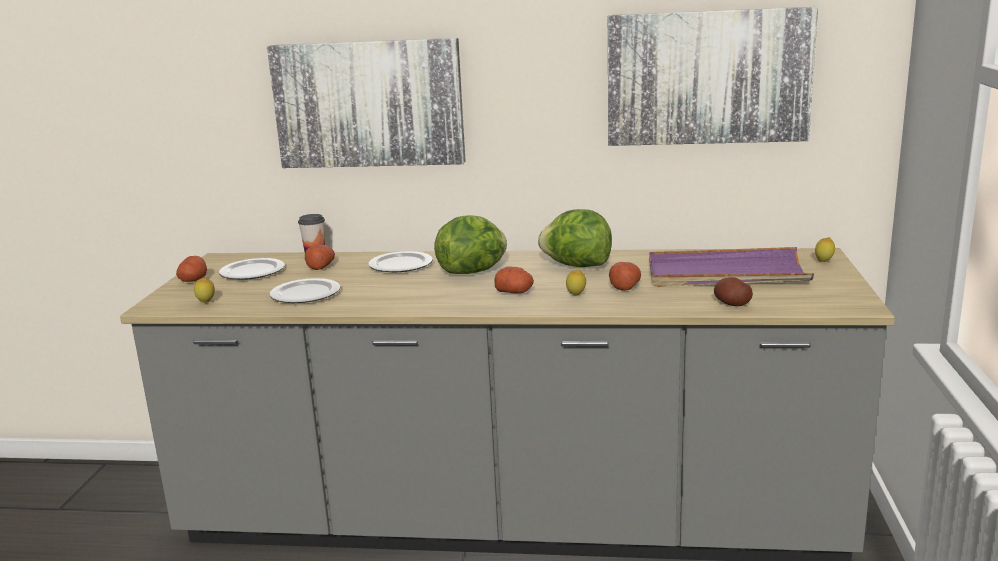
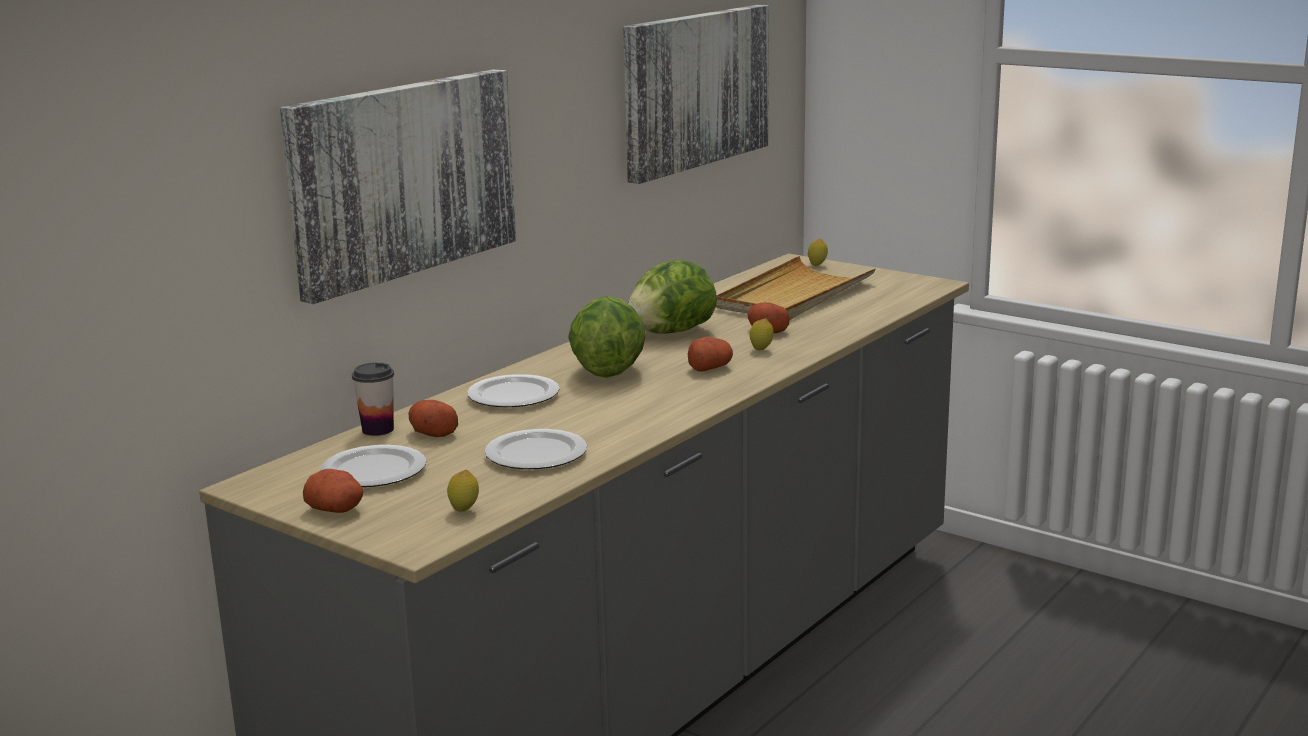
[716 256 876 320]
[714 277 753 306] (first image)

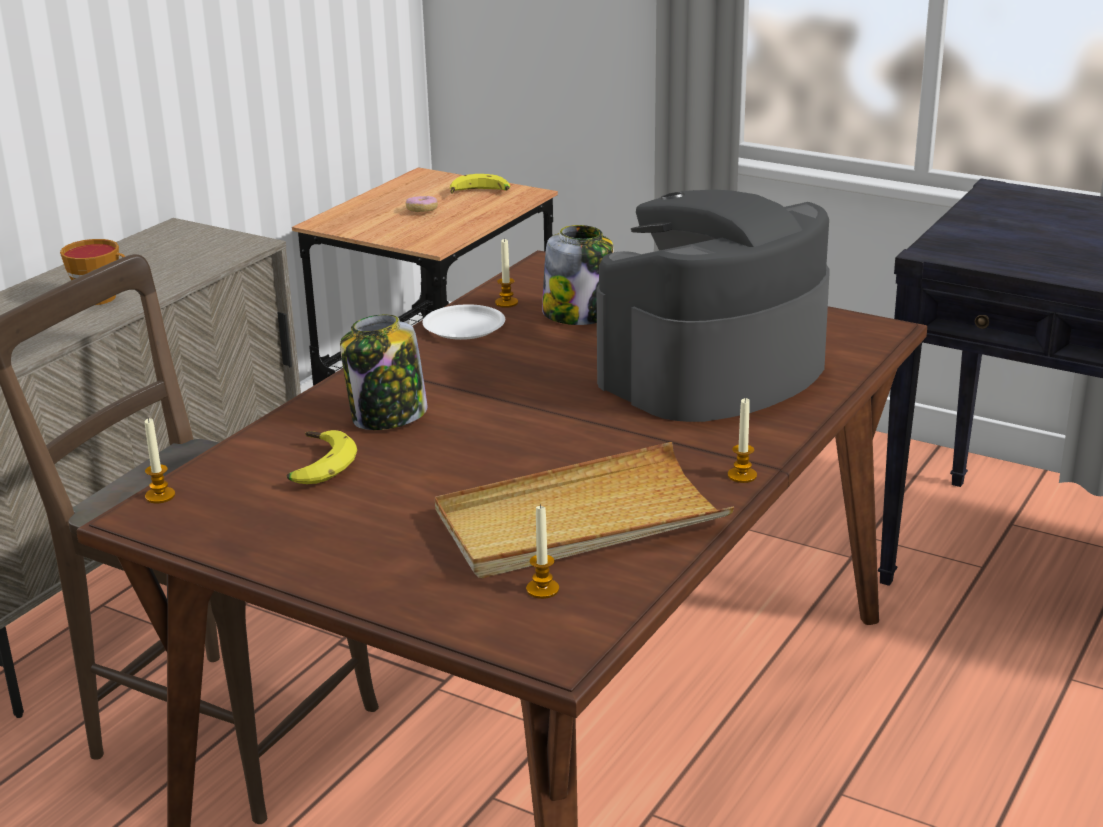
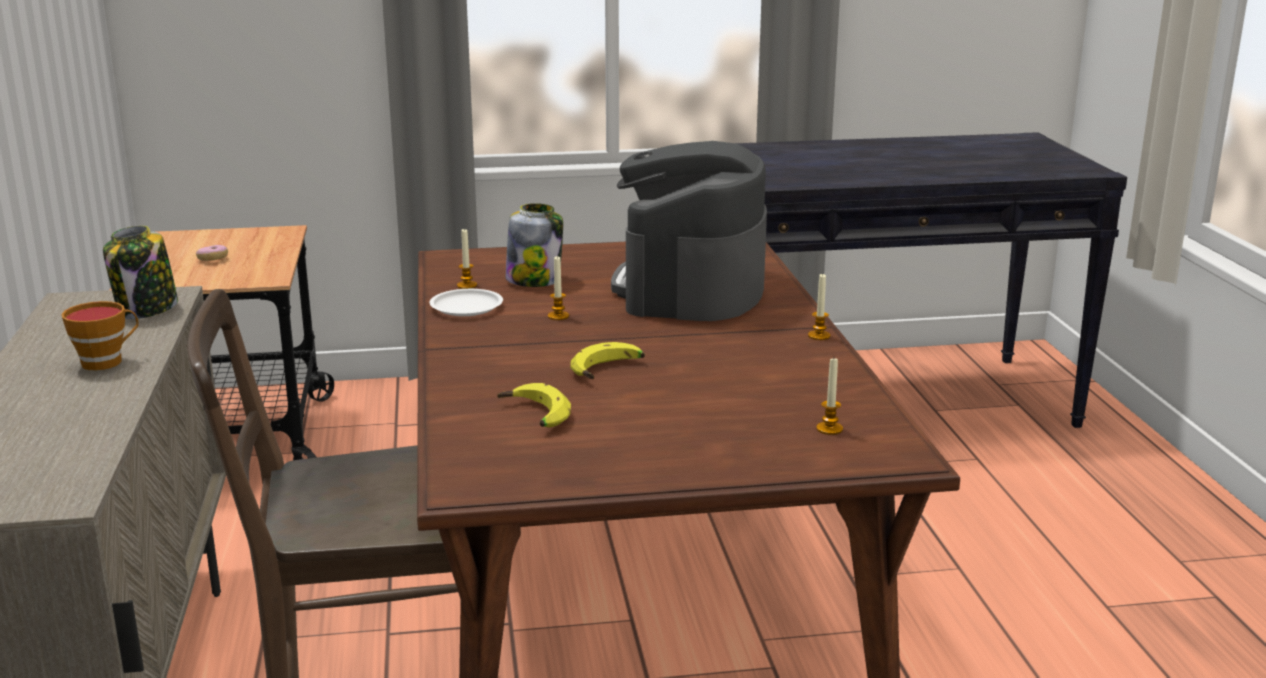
[570 342 645 379]
[103 225 178 319]
[548 256 569 320]
[435 442 734 578] (first image)

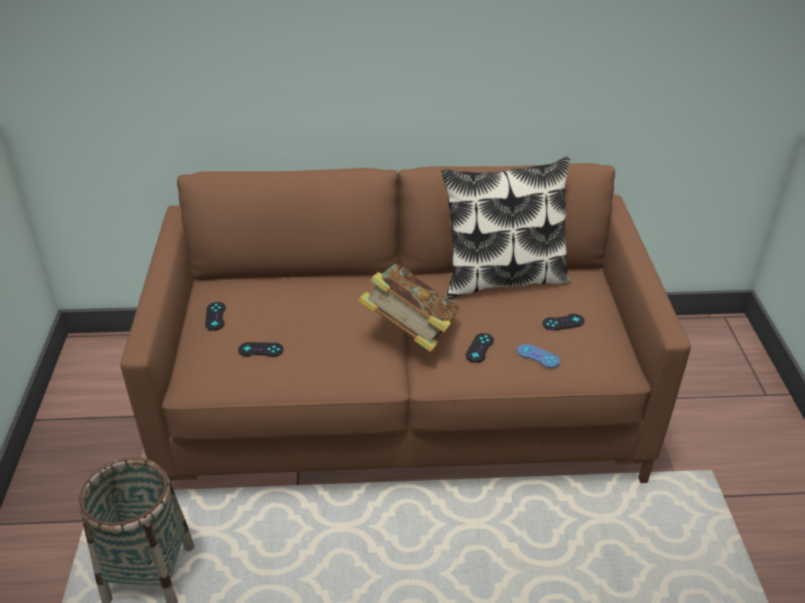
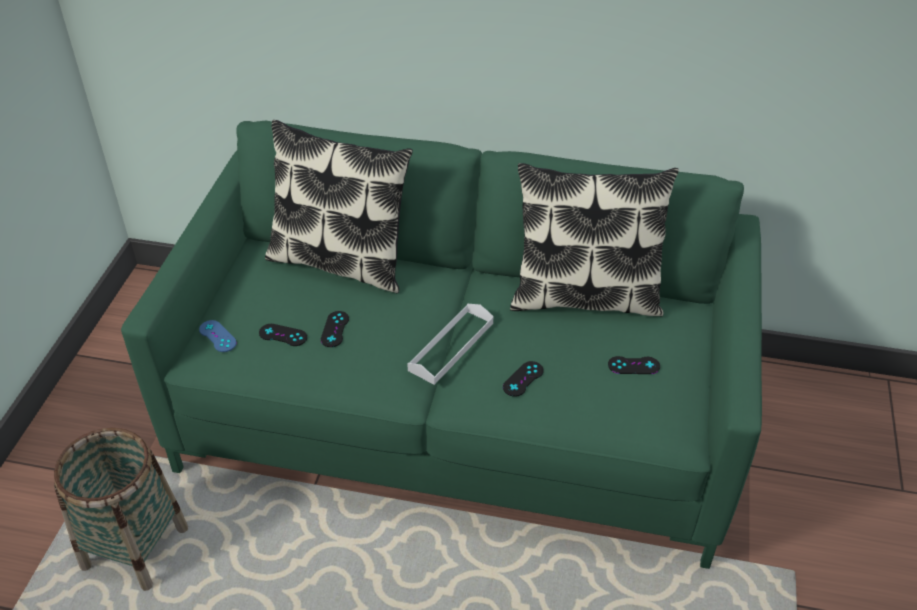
[121 121 762 569]
[407 304 493 385]
[321 311 349 347]
[199 320 237 352]
[265 120 413 293]

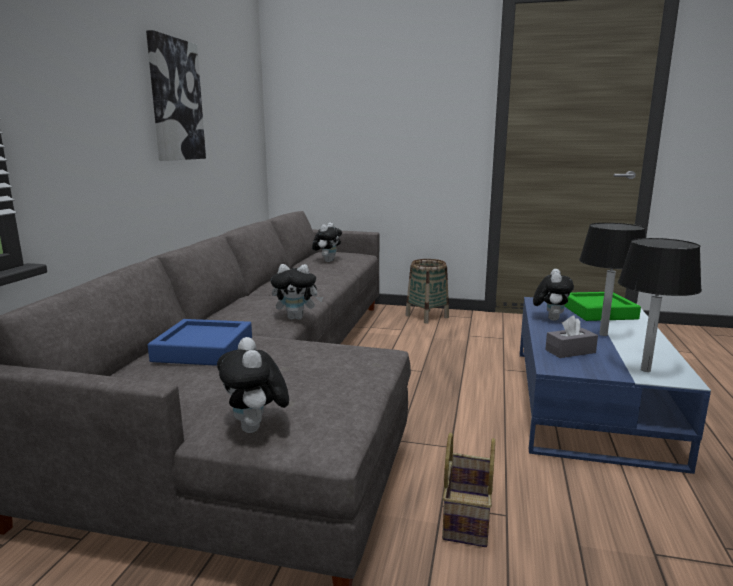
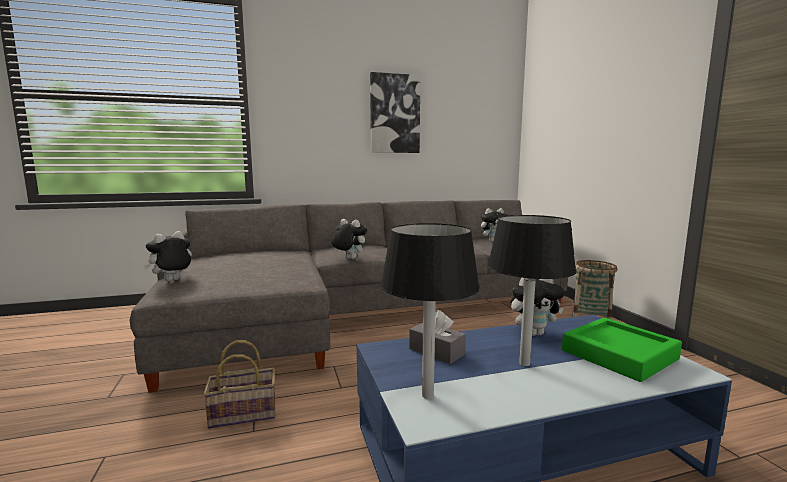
[331 219 367 259]
[148 319 252 366] (first image)

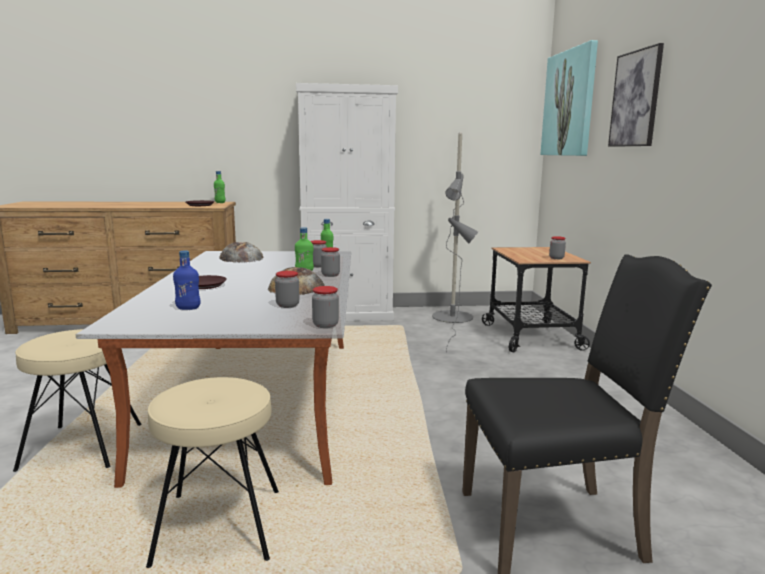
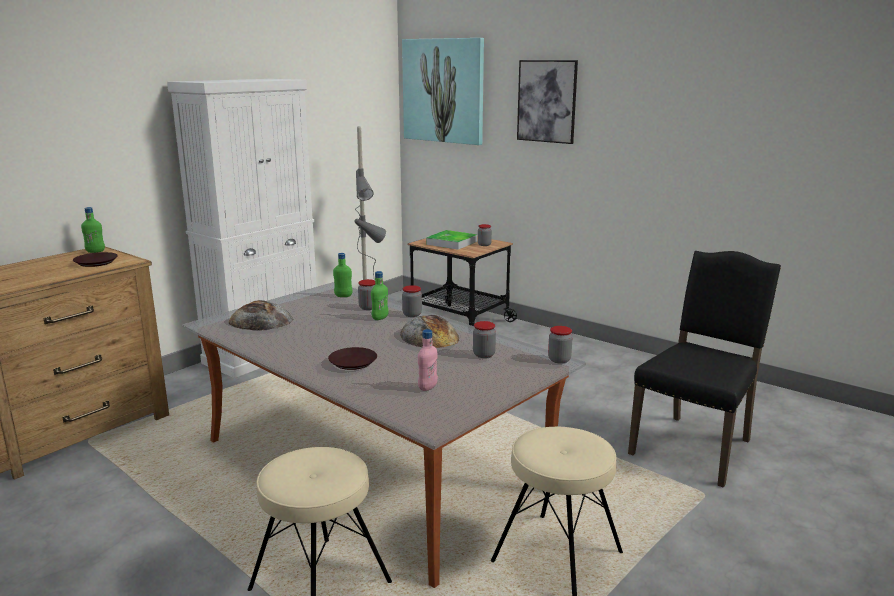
[418 329 438 391]
[426 230 477 250]

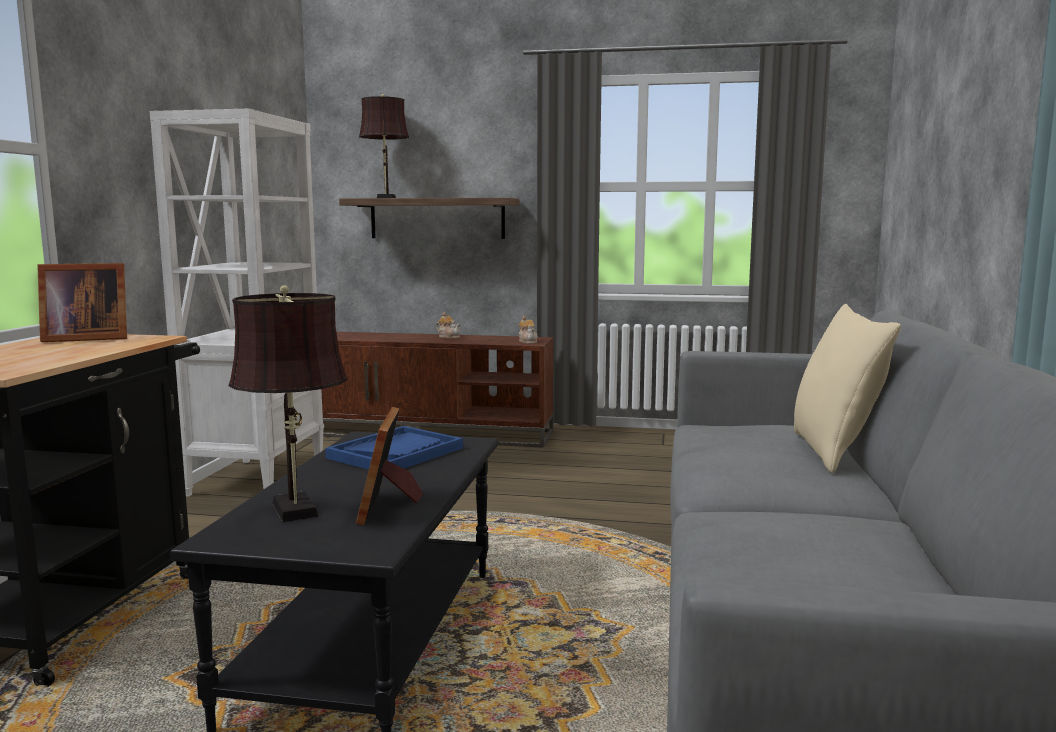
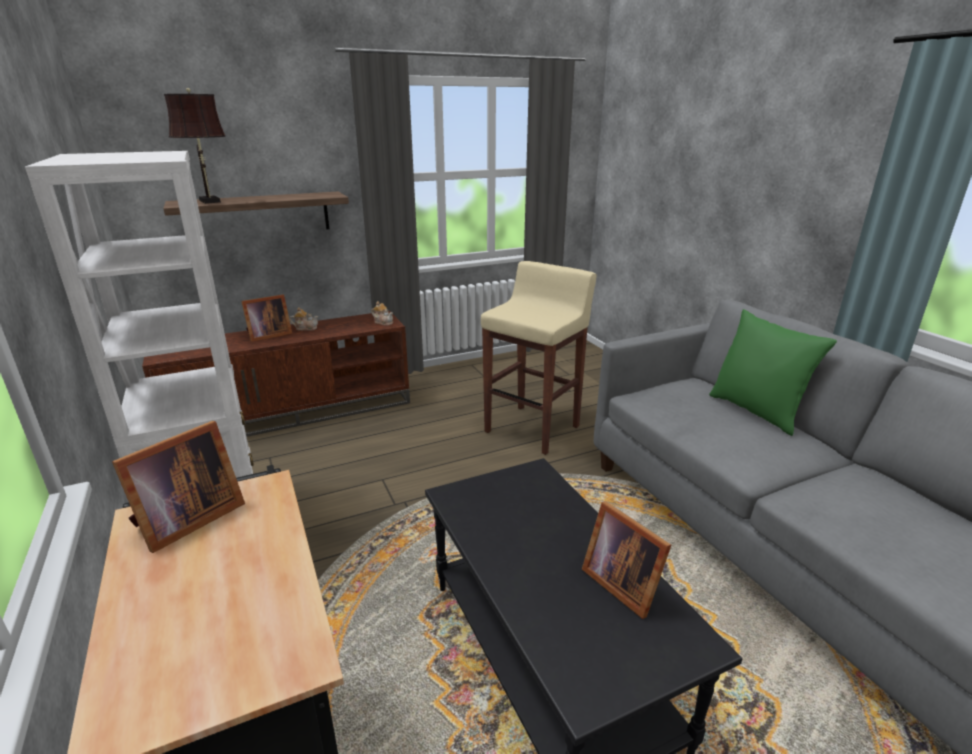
[229 285 347 522] (first image)
[709 309 837 436]
[325 426 463 470] (first image)
[481 261 597 455]
[241 294 292 342]

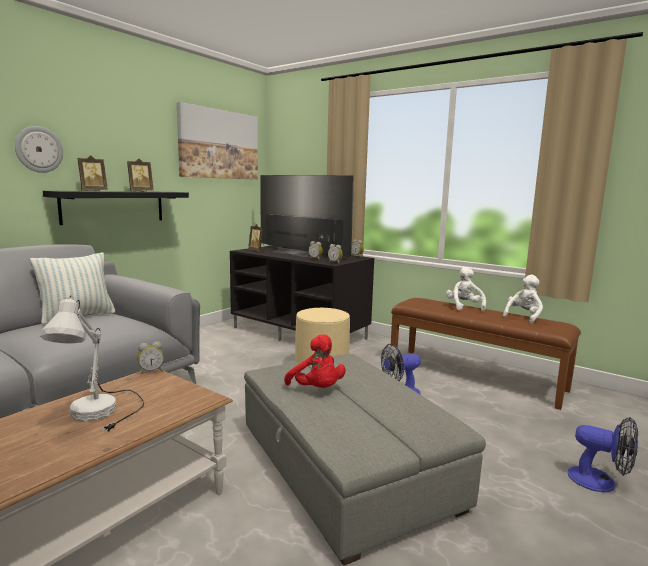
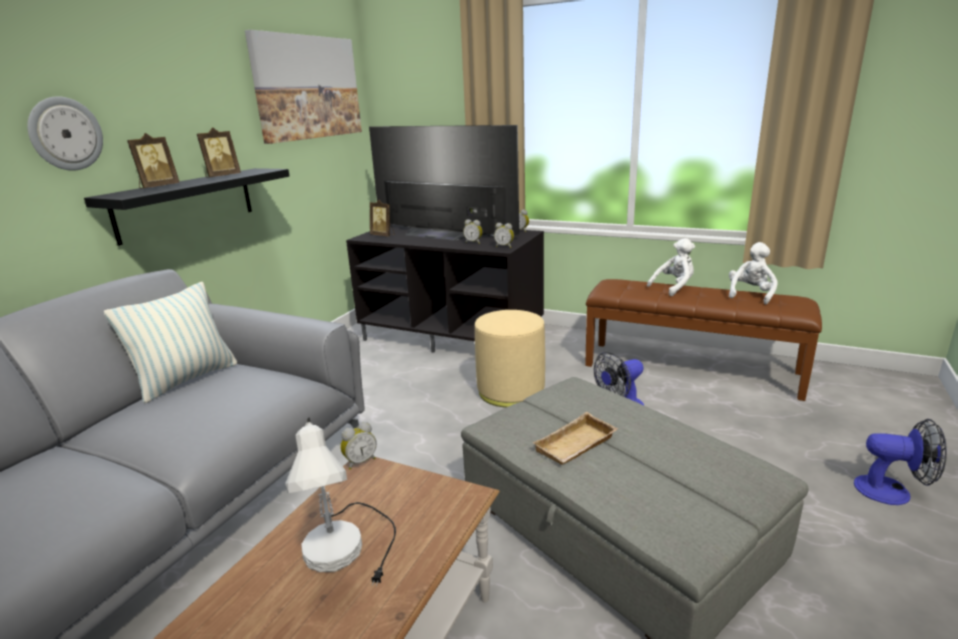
[647 238 695 296]
[532 412 618 465]

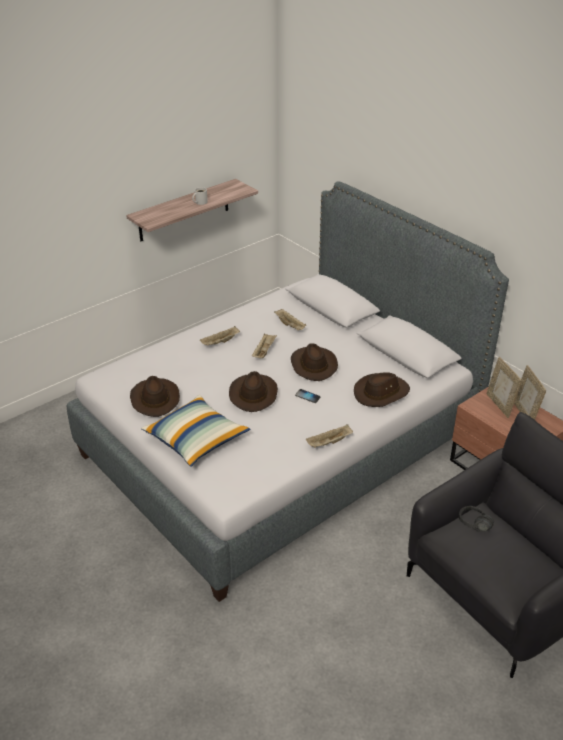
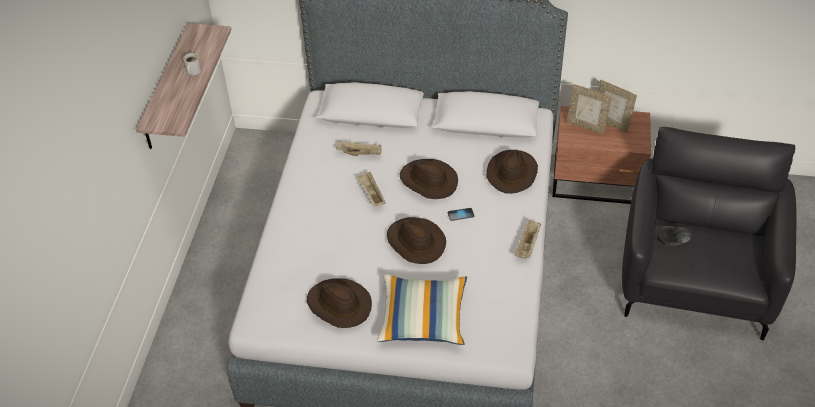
[200 326 240 346] (first image)

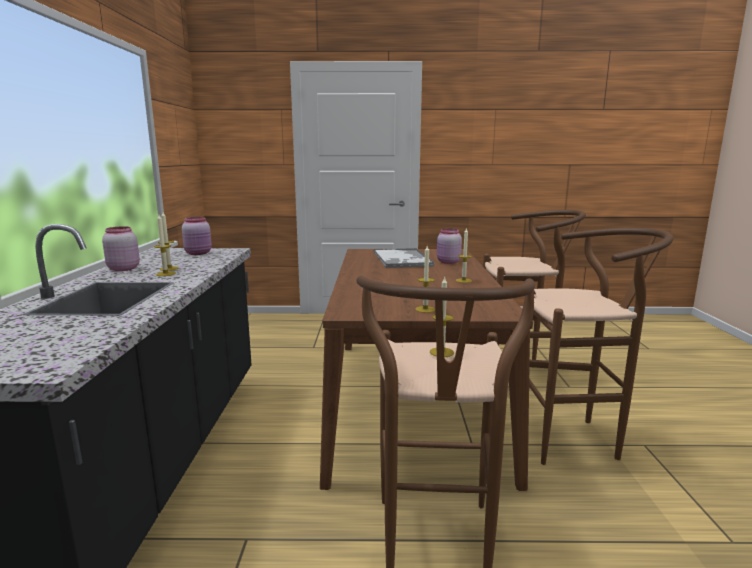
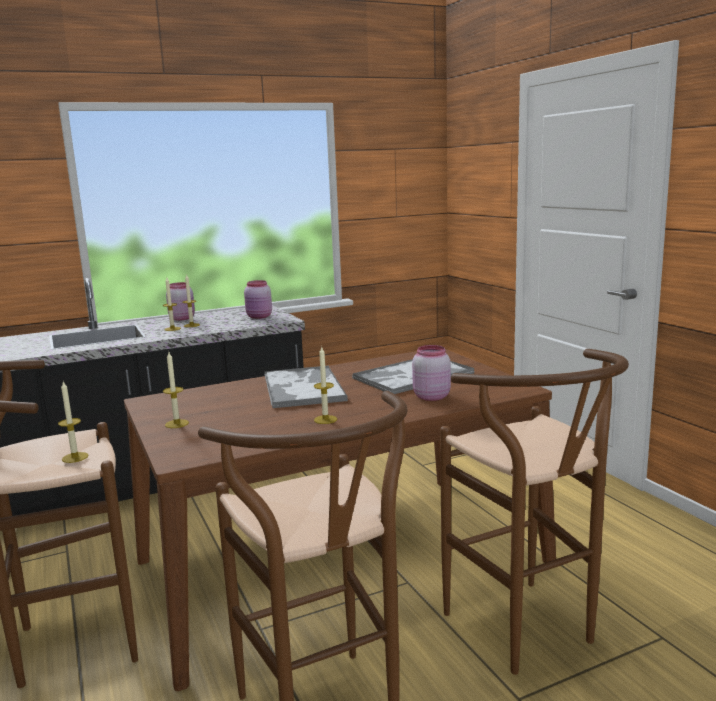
[265 365 348 409]

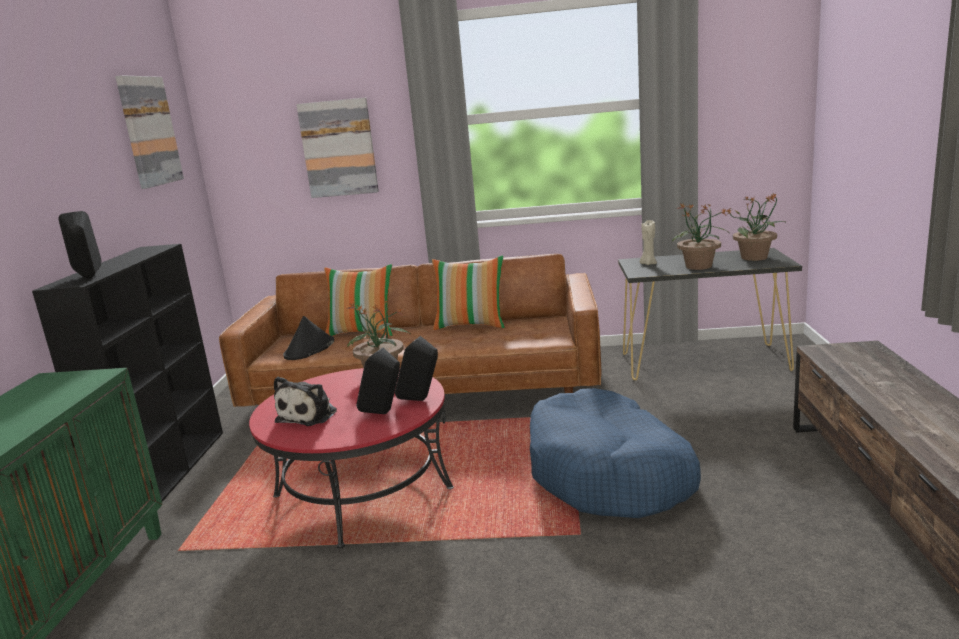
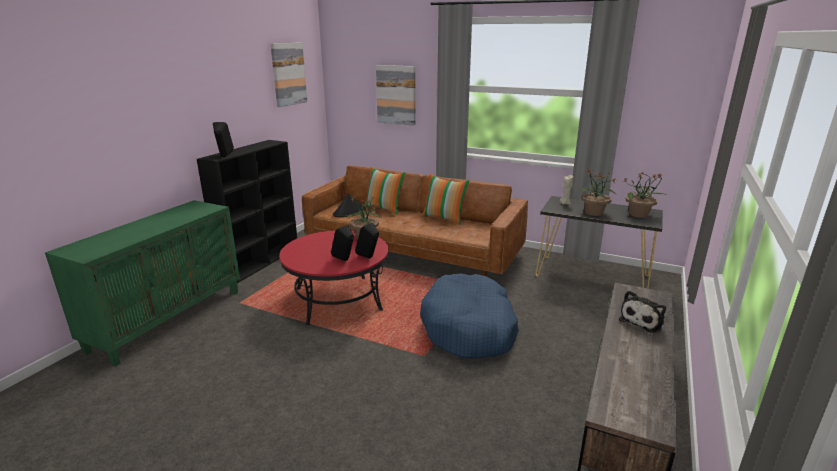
[619 290 666 333]

